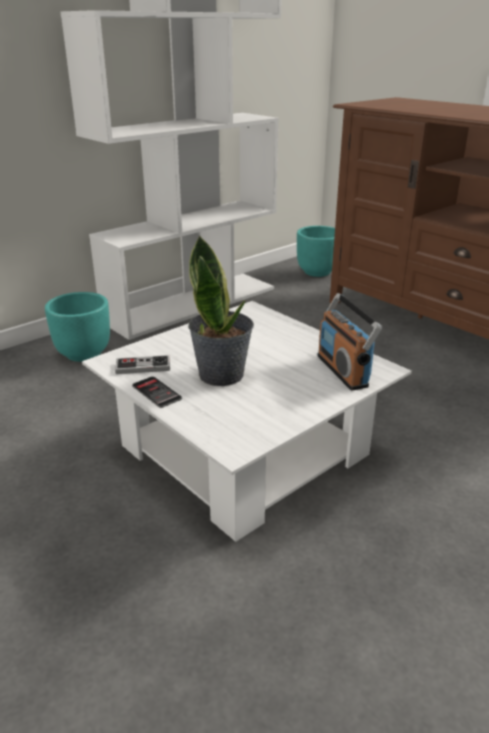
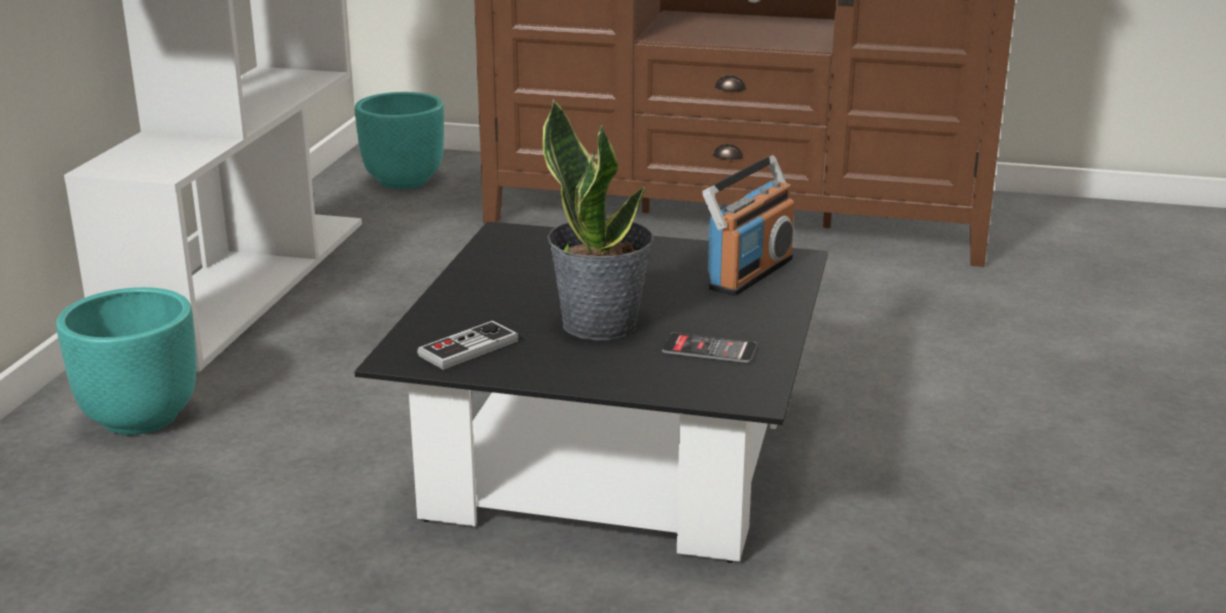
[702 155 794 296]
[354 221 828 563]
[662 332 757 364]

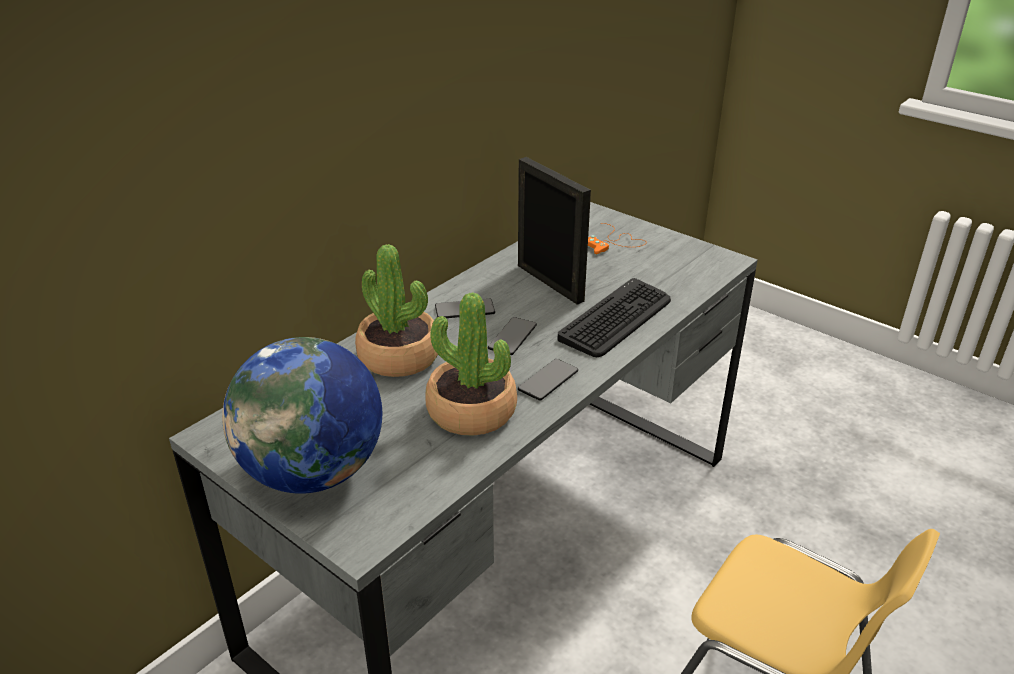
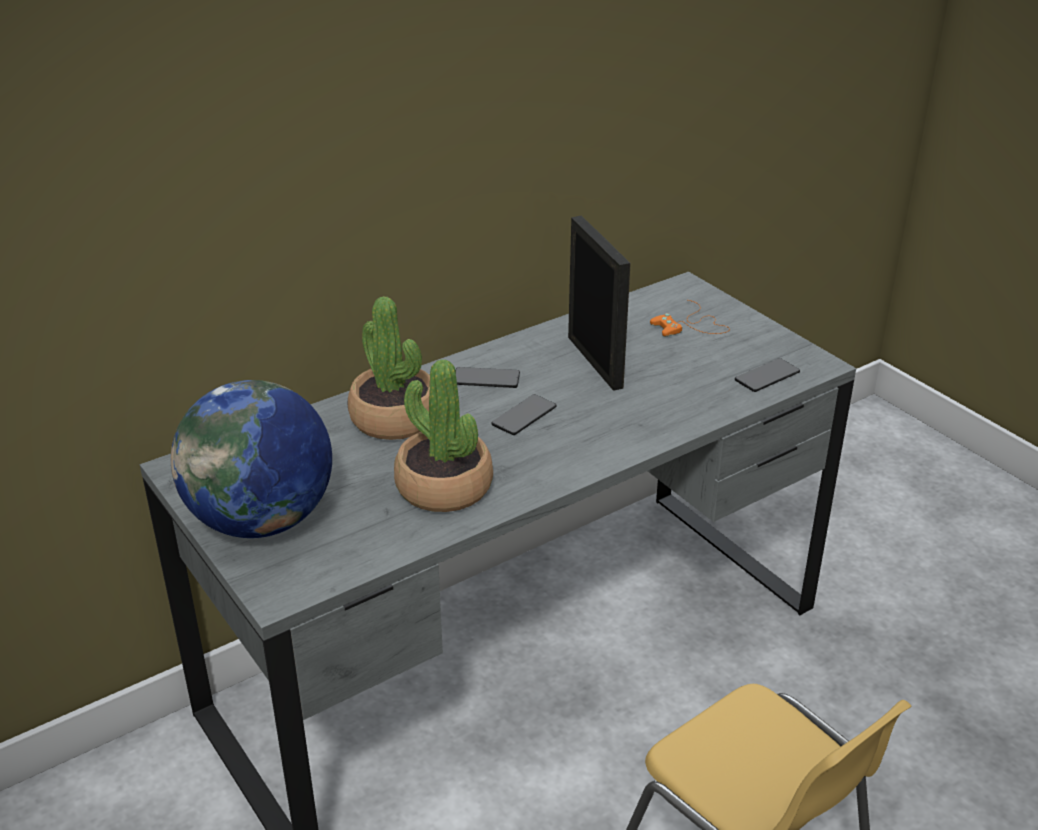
[557 278 671 357] (first image)
[735 358 800 392]

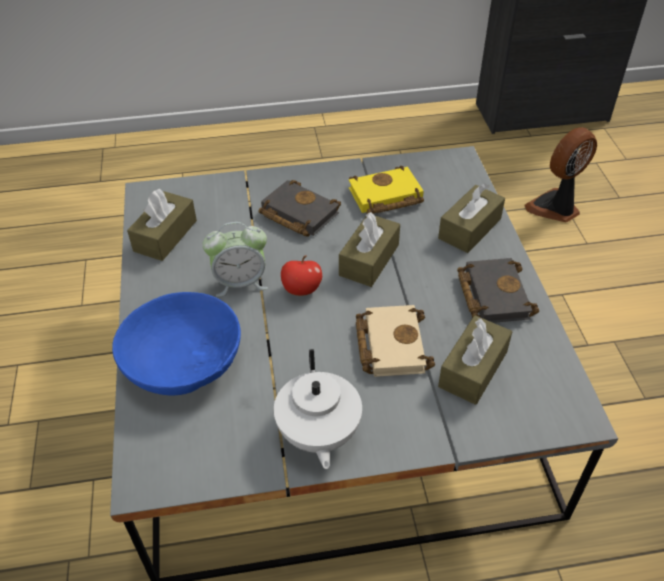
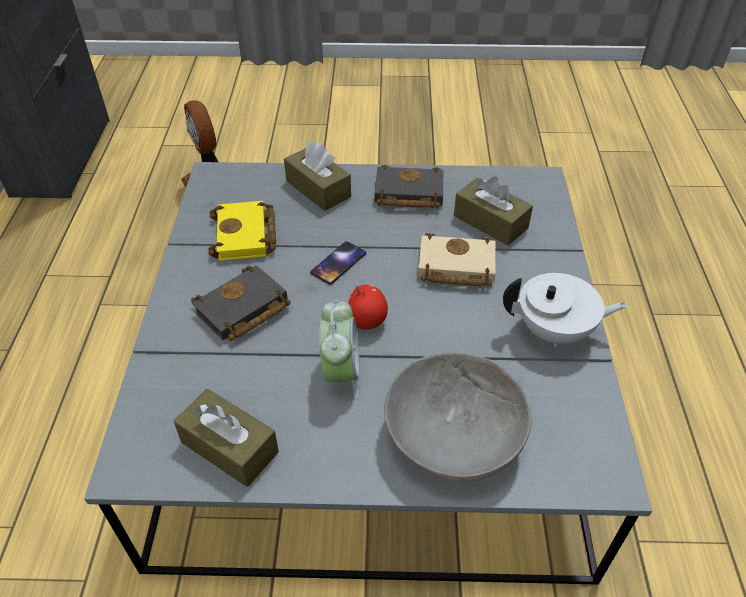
[310 241 366 285]
[384 352 532 482]

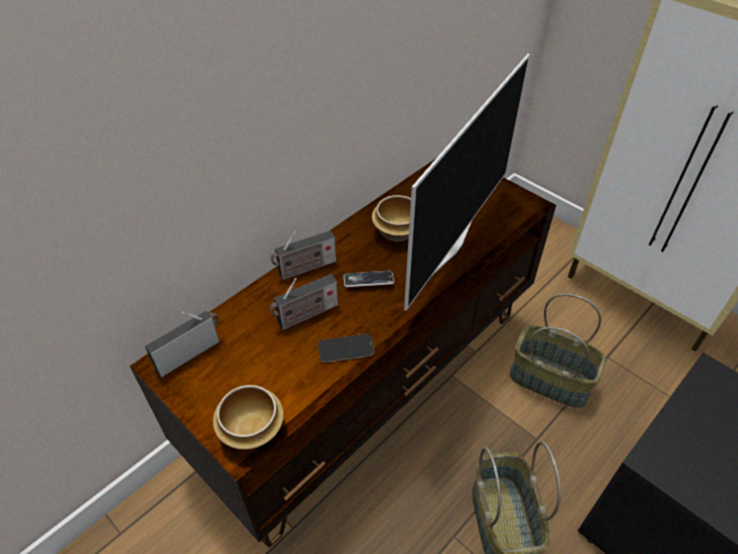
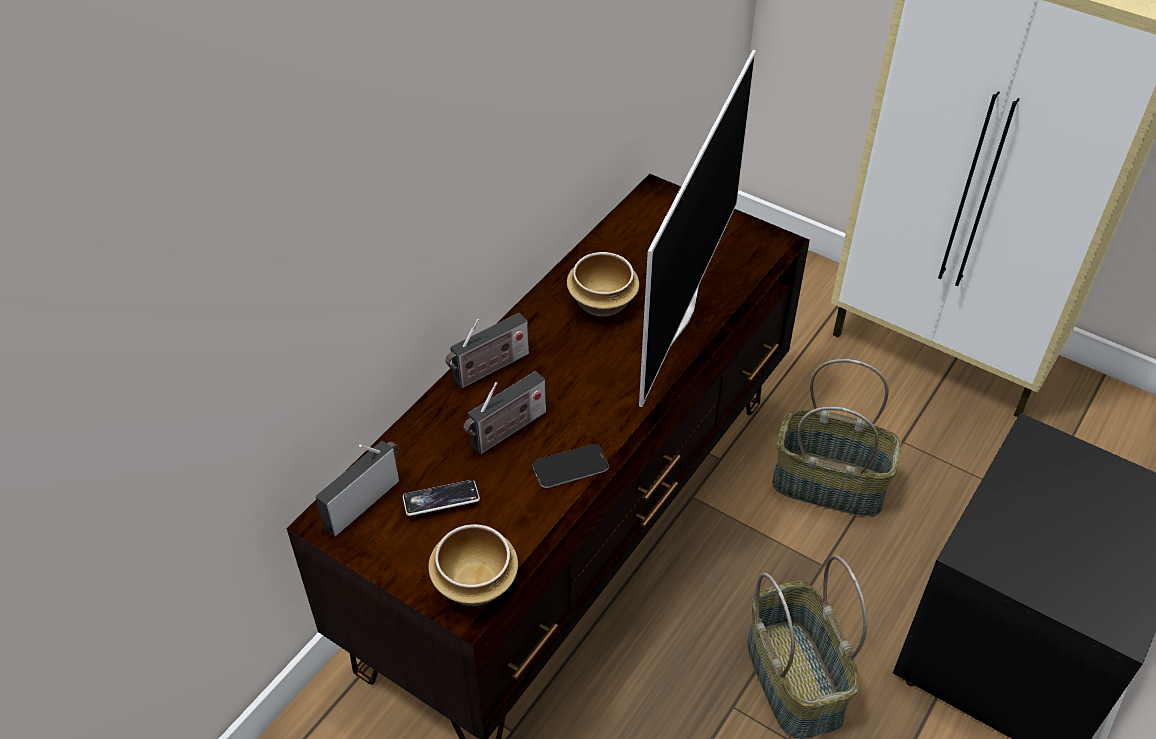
[403 480 480 516]

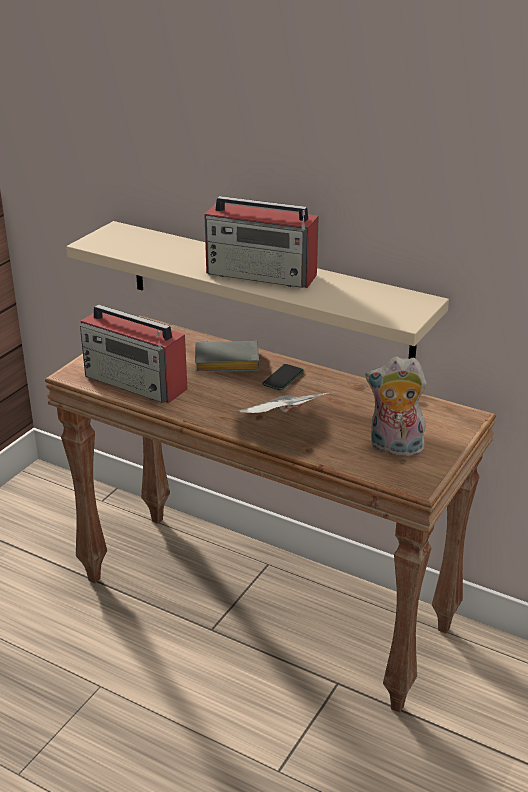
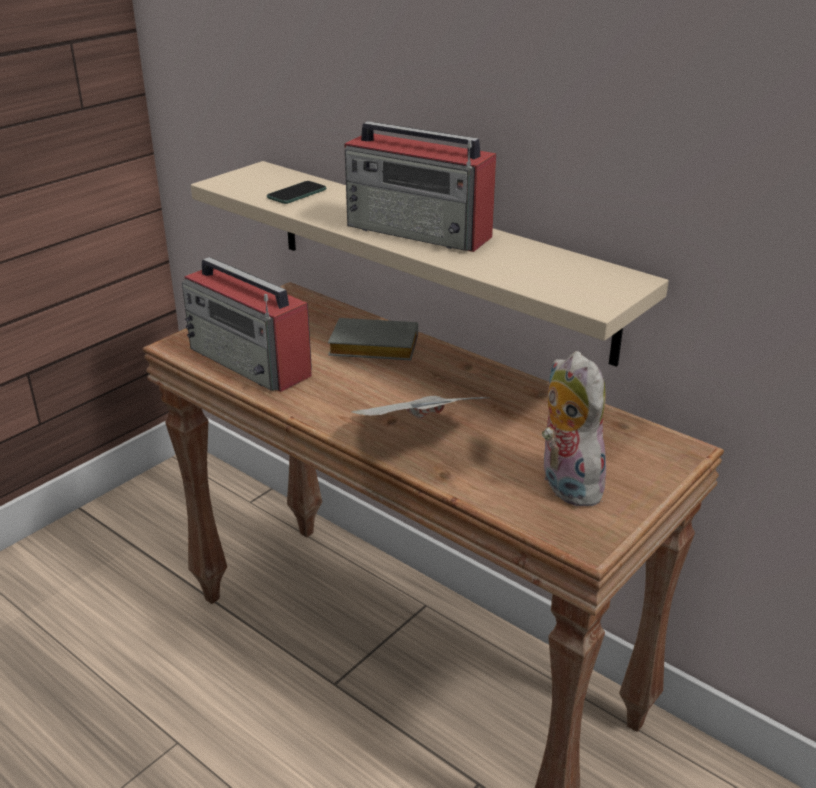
[542 351 606 506]
[267 181 326 204]

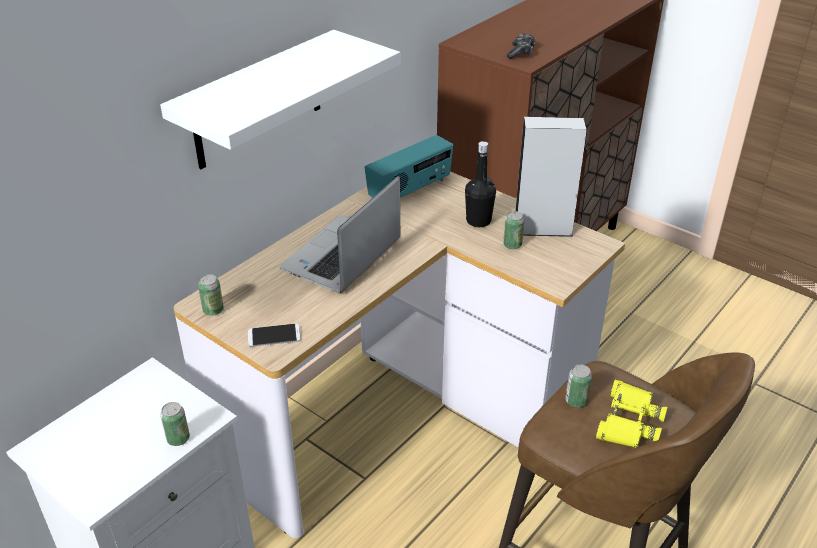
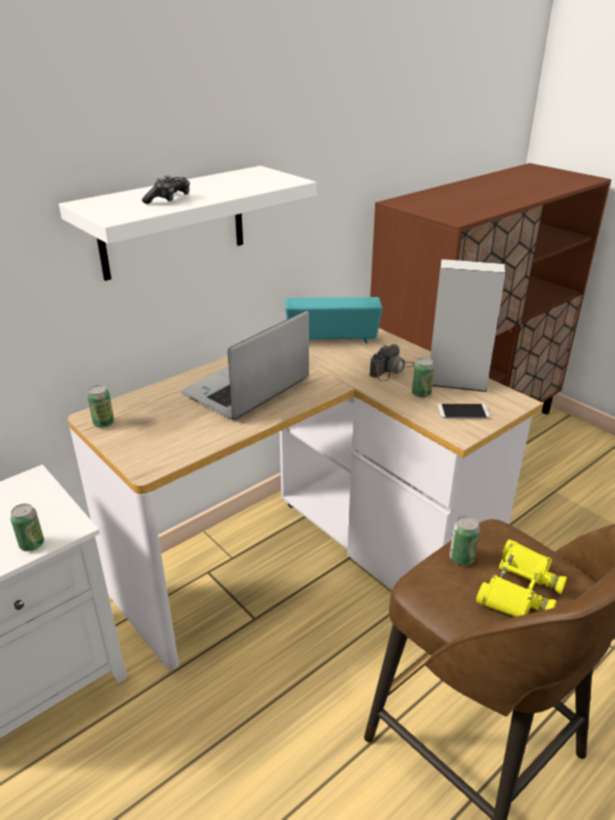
[142 175 190 204]
[285 297 382 343]
[370 344 415 382]
[437 404 490 419]

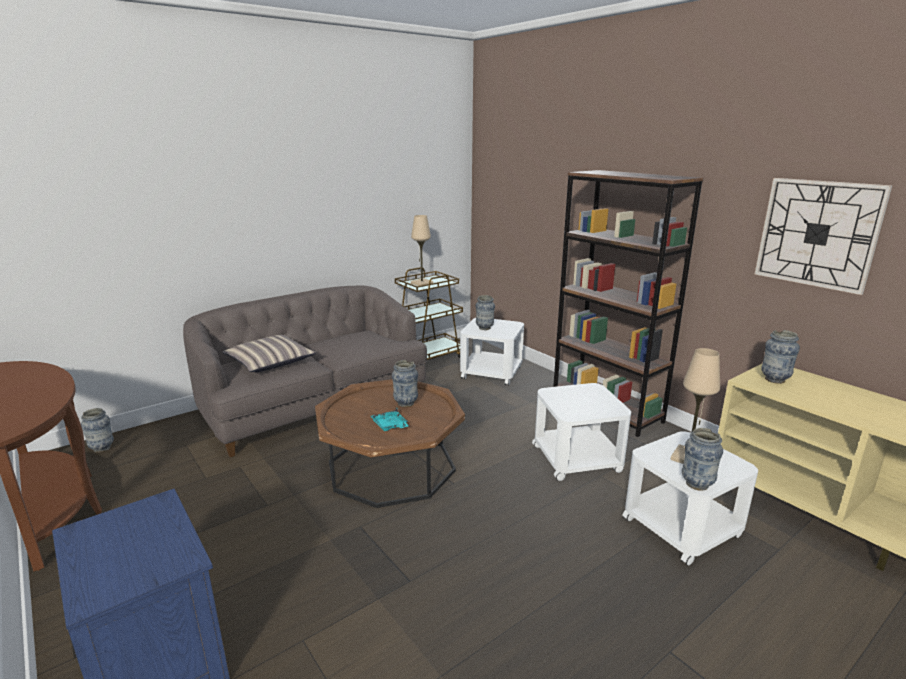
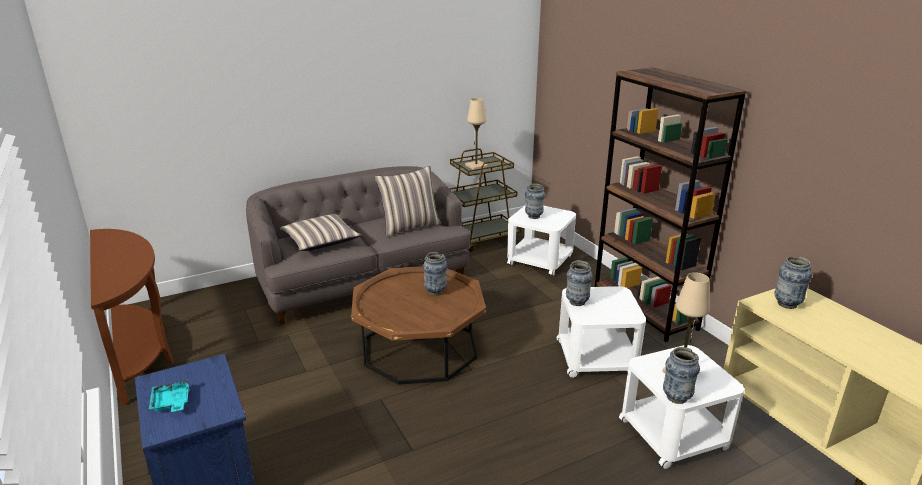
[755 178 893 295] (first image)
[566 260 593 306]
[149 381 189 412]
[375 166 441 237]

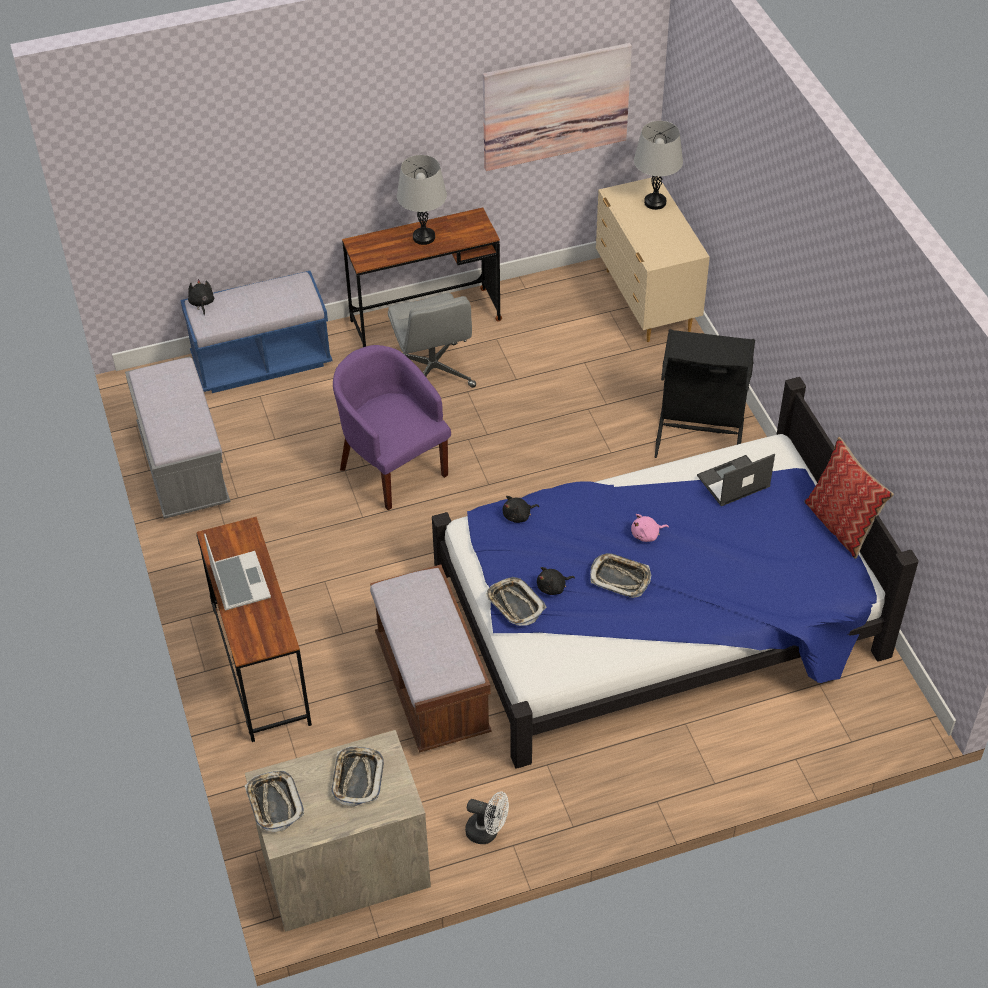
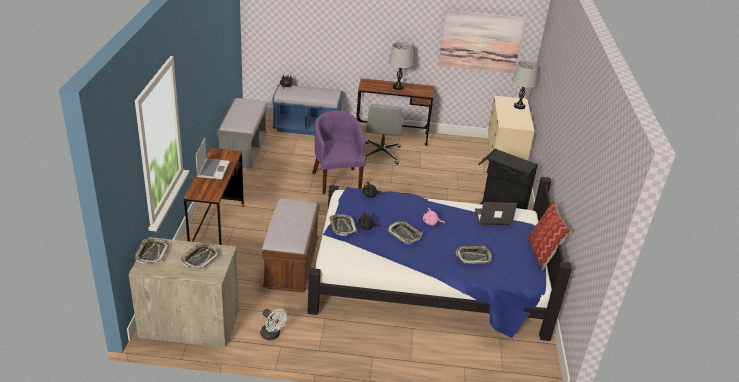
[455 246 492 264]

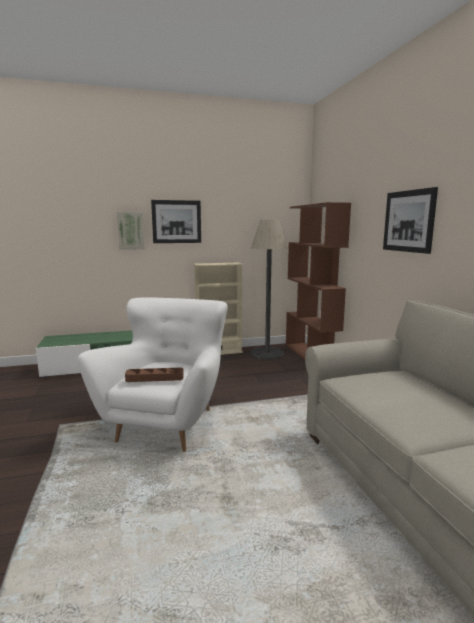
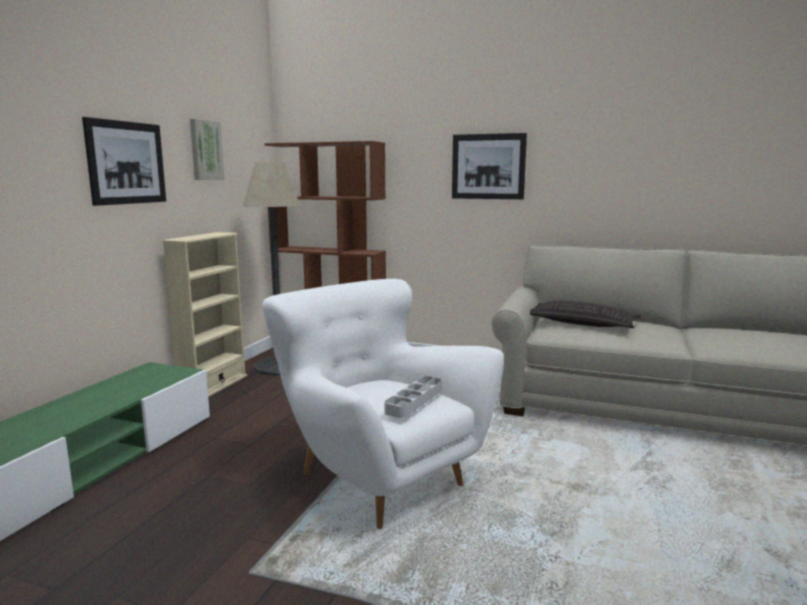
[190 119 224 180]
[385 376 442 418]
[530 301 641 328]

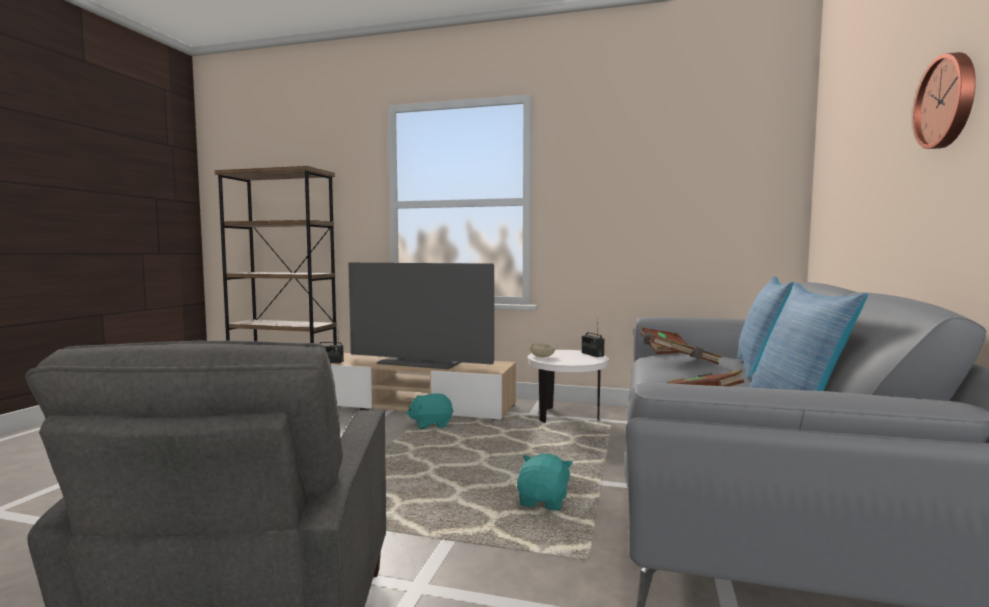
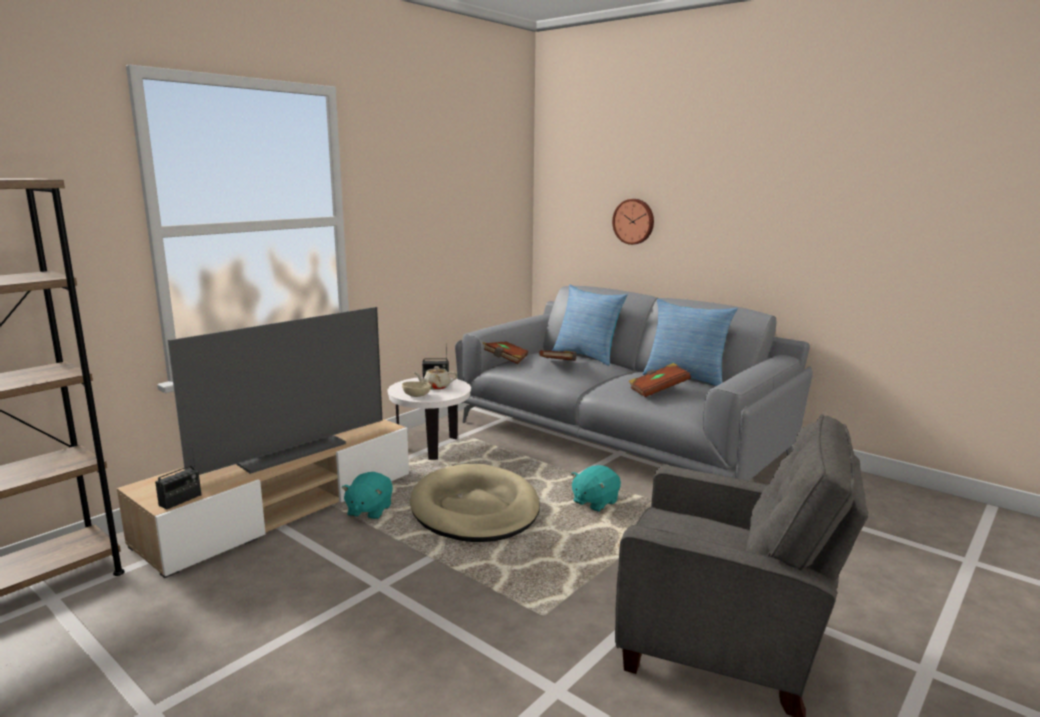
[612 199 654 245]
[571 465 621 512]
[413 366 458 390]
[410 464 540 542]

